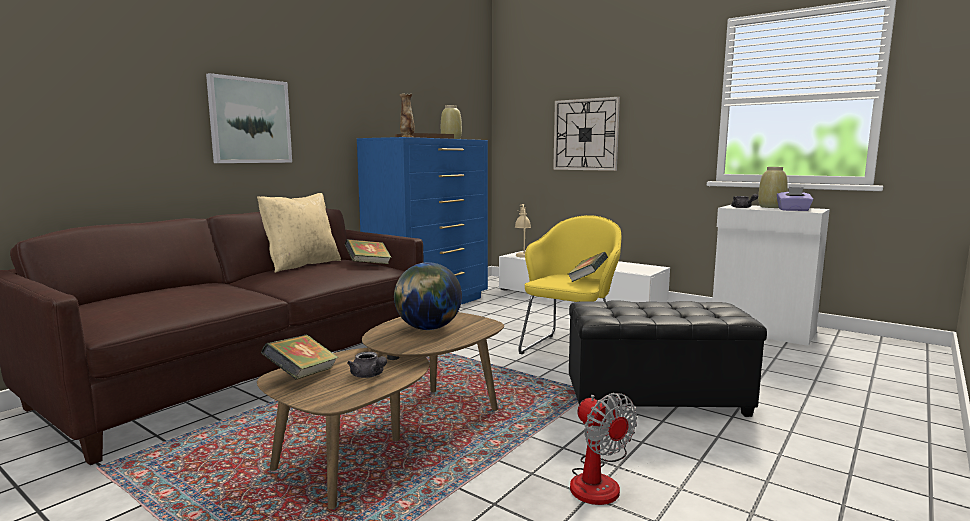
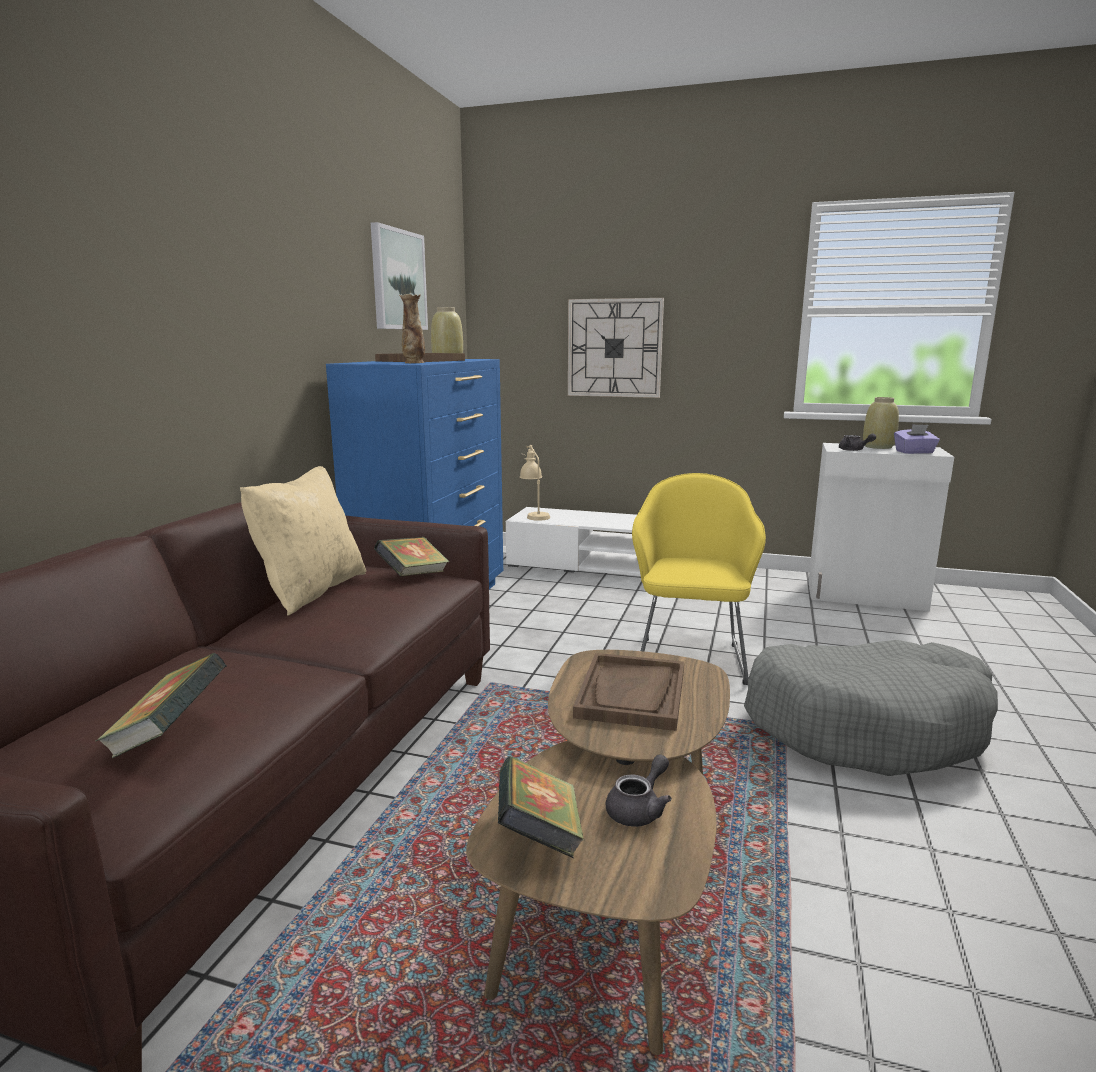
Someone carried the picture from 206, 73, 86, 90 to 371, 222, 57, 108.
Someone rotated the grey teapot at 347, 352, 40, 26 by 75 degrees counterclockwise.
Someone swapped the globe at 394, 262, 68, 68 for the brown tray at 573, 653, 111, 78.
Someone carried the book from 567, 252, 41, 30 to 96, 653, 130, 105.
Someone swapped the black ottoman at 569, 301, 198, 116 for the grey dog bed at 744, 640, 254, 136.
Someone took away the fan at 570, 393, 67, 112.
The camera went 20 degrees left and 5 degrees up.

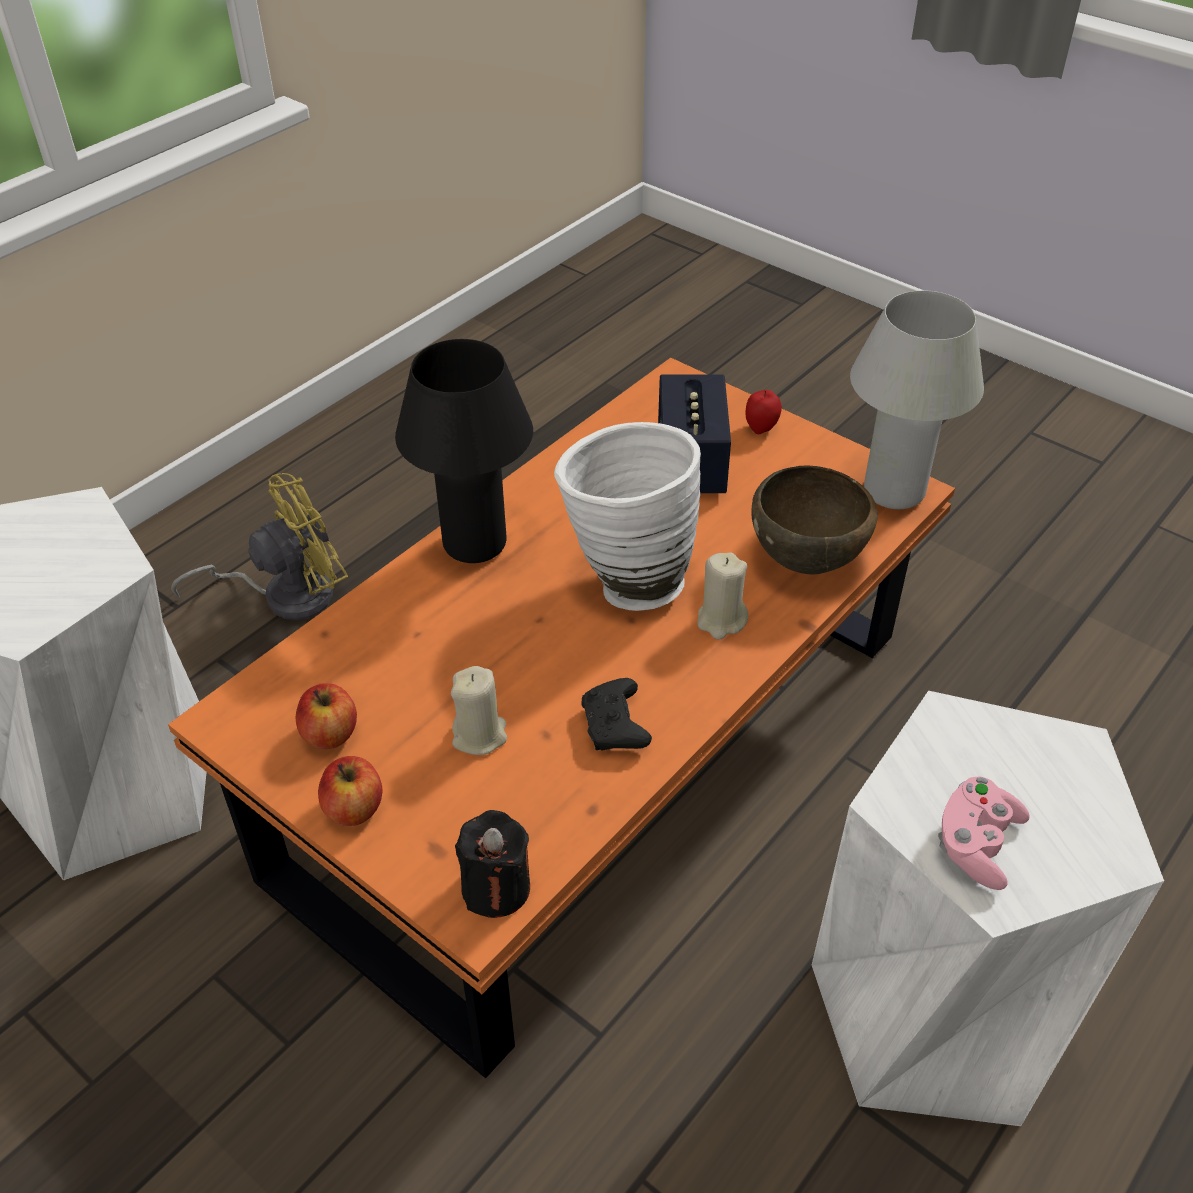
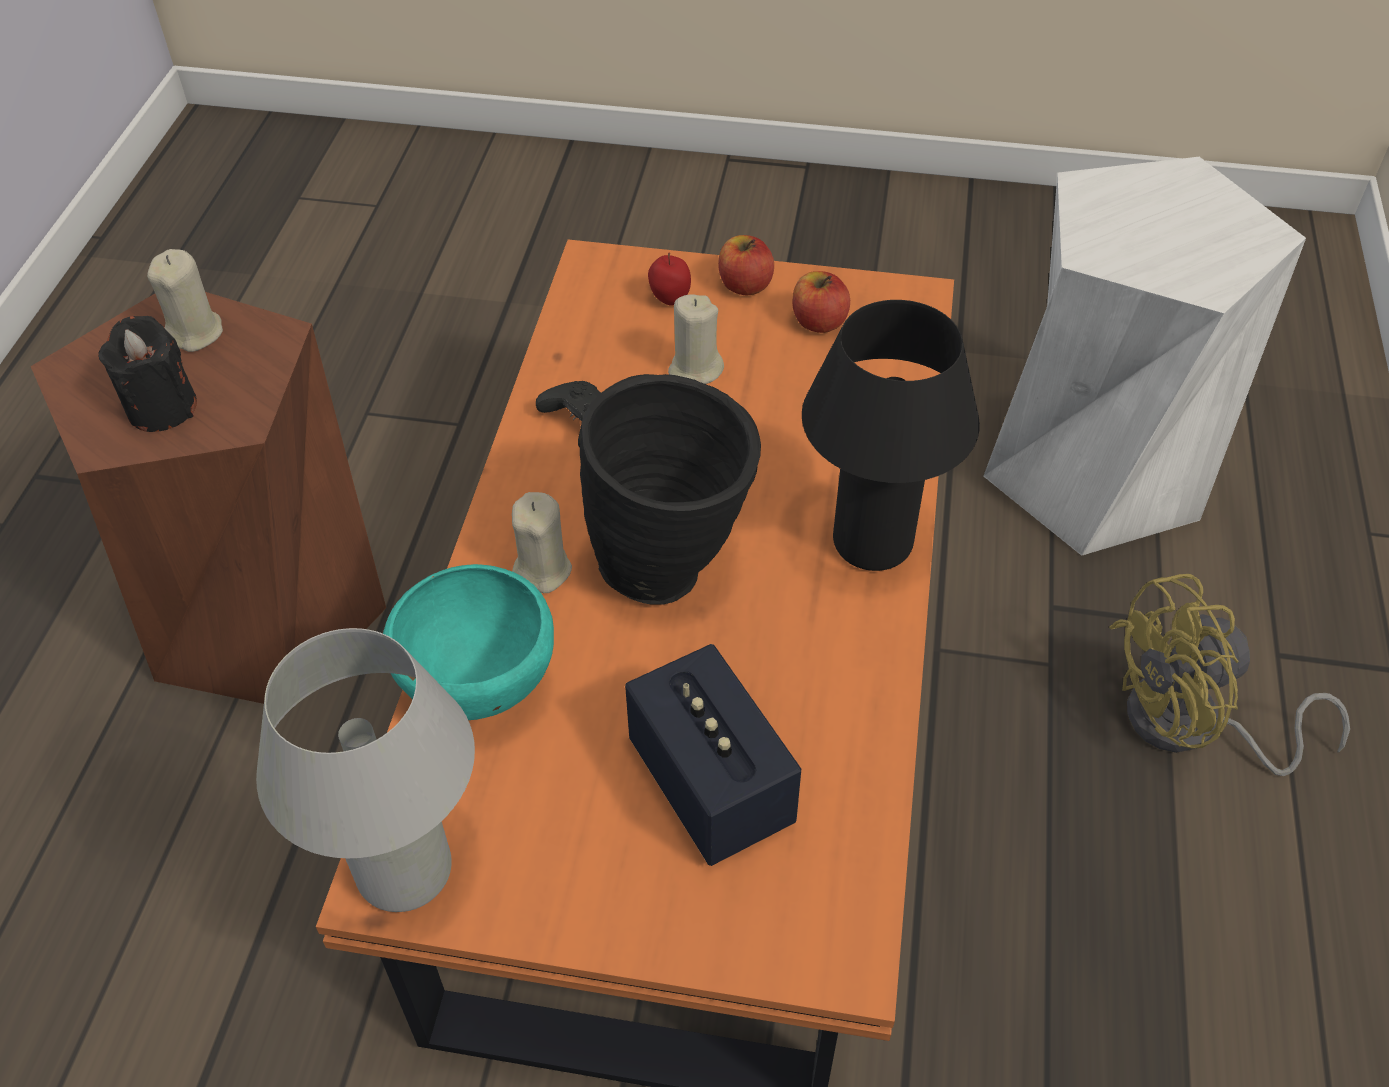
Someone rotated the yellow fan at 171, 473, 177, 147 by 45 degrees clockwise.
Someone carried the black candle from 455, 810, 75, 108 to 98, 316, 99, 116.
Someone repainted the white vase at 554, 422, 147, 189, which became the black vase at 580, 374, 181, 230.
Someone carried the apple from 746, 390, 36, 44 to 648, 253, 43, 53.
Someone repainted the brown bowl at 751, 465, 127, 110, which became the turquoise bowl at 383, 564, 171, 156.
Someone repainted the white stool at 812, 691, 352, 435, which became the brown stool at 31, 292, 355, 412.
Someone swapped the pink game controller at 938, 776, 92, 114 for the beige candle at 147, 249, 76, 103.
The camera went 150 degrees right and 5 degrees up.

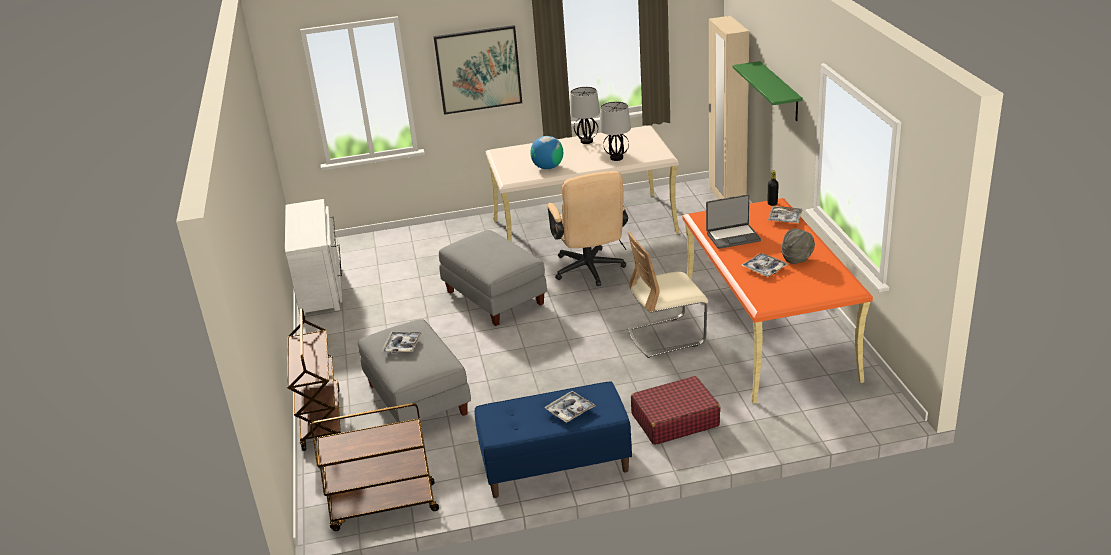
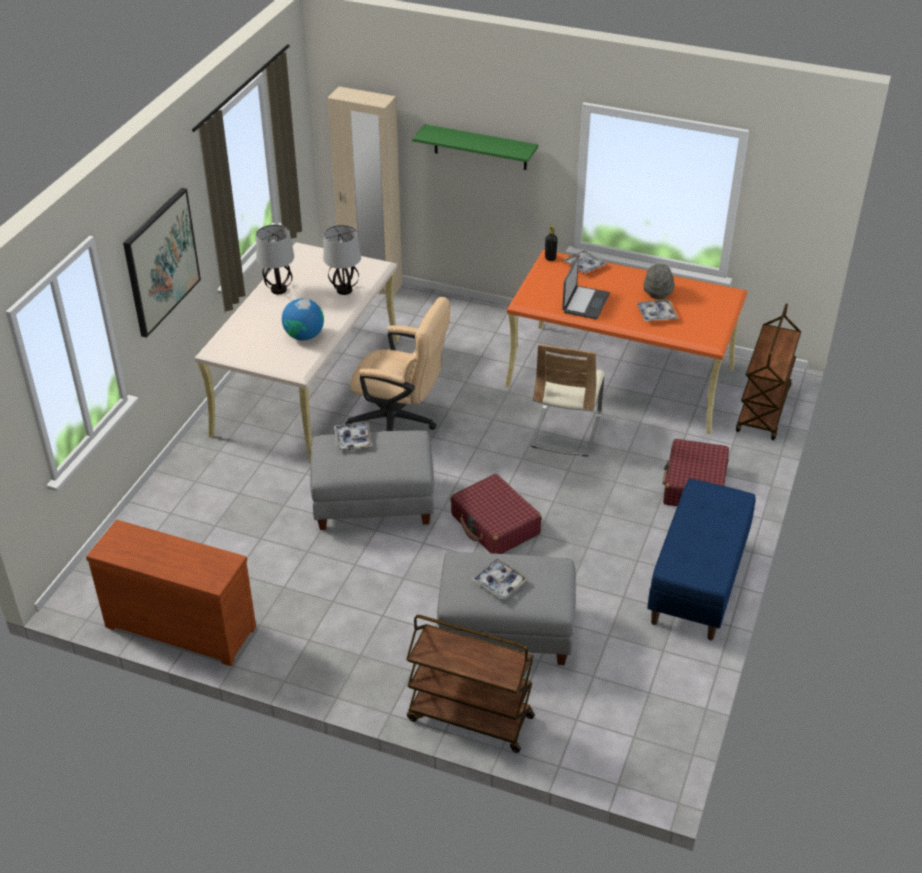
Someone repainted the white dresser at 285, 199, 57, 117, which became the brown dresser at 86, 520, 170, 146.
Someone carried the brown cart from 311, 403, 128, 128 to 736, 304, 65, 136.
Someone carried the tray from 545, 391, 51, 32 to 334, 422, 37, 28.
Someone put down the red suitcase at 450, 474, 92, 80.
The camera went 60 degrees left and 10 degrees up.

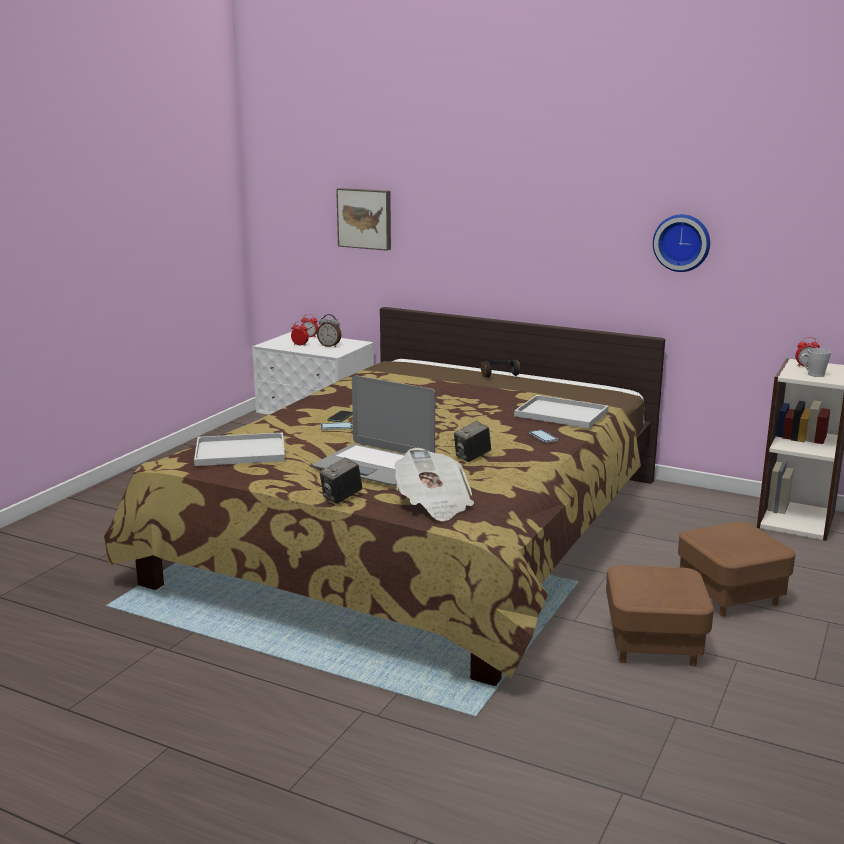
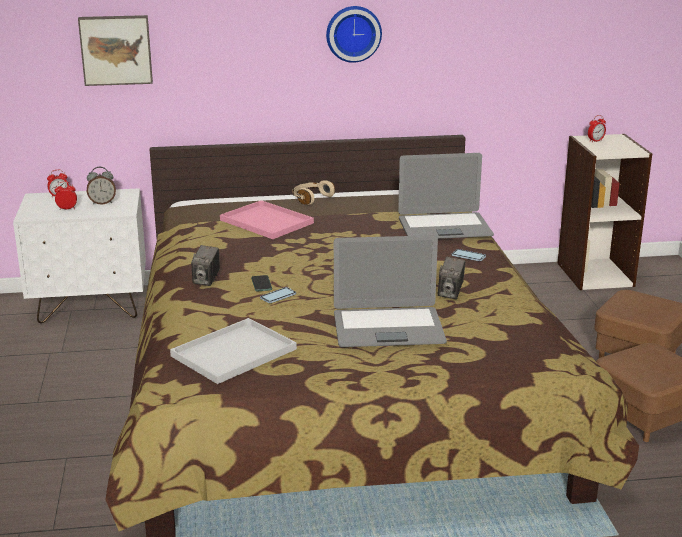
Someone carried the photo camera from 320, 457, 42, 47 to 191, 245, 29, 41.
Someone took away the newspaper at 394, 448, 80, 74.
Someone repainted the black headphones at 481, 359, 39, 19, which became the beige headphones at 292, 180, 43, 25.
Someone swapped the white tray at 514, 395, 95, 33 for the laptop at 398, 153, 96, 86.
Someone carried the wall clock from 653, 214, 57, 58 to 326, 6, 56, 57.
Someone took away the grey mug at 801, 348, 30, 29.
Someone put down the pink tray at 220, 200, 94, 39.
The camera went 35 degrees left and 5 degrees up.

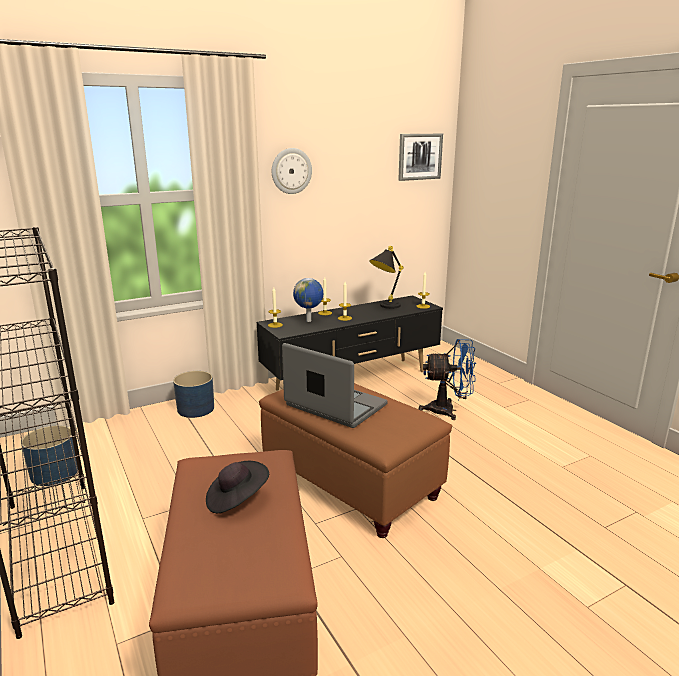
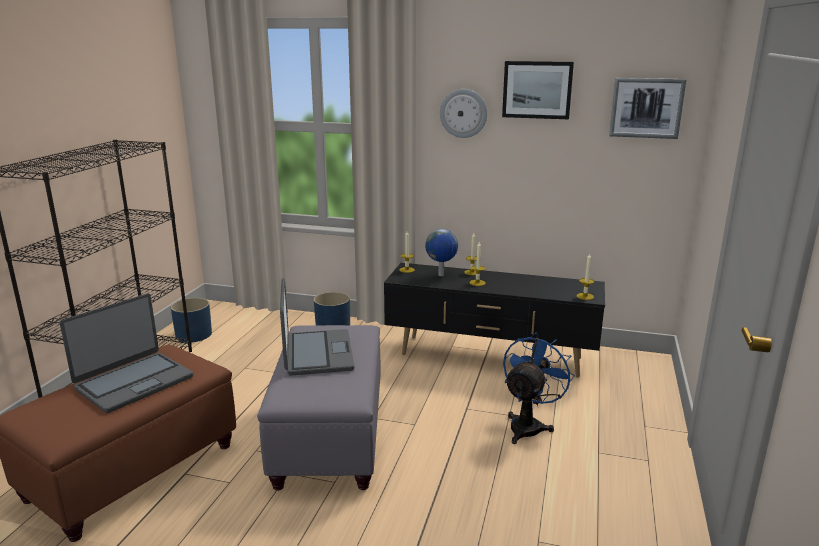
Someone swapped the black hat at 206, 461, 63, 52 for the laptop at 60, 293, 134, 120.
Someone repainted the brown ottoman at 259, 383, 193, 155, which became the grey ottoman at 257, 325, 123, 166.
Someone took away the black table lamp at 369, 246, 34, 63.
Someone rotated the blue fan at 419, 339, 57, 81 by 105 degrees counterclockwise.
Someone put up the picture at 502, 61, 72, 58.
The camera went 45 degrees right and 0 degrees up.

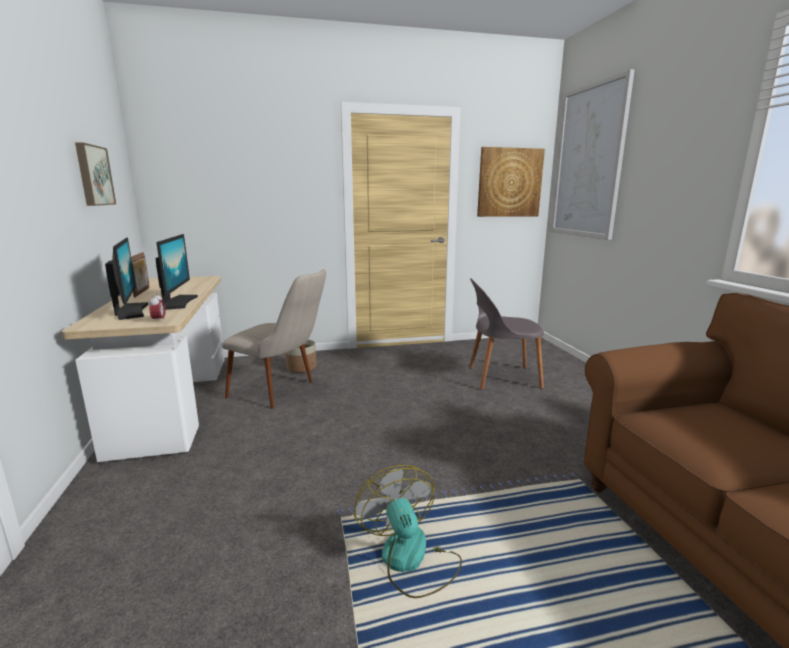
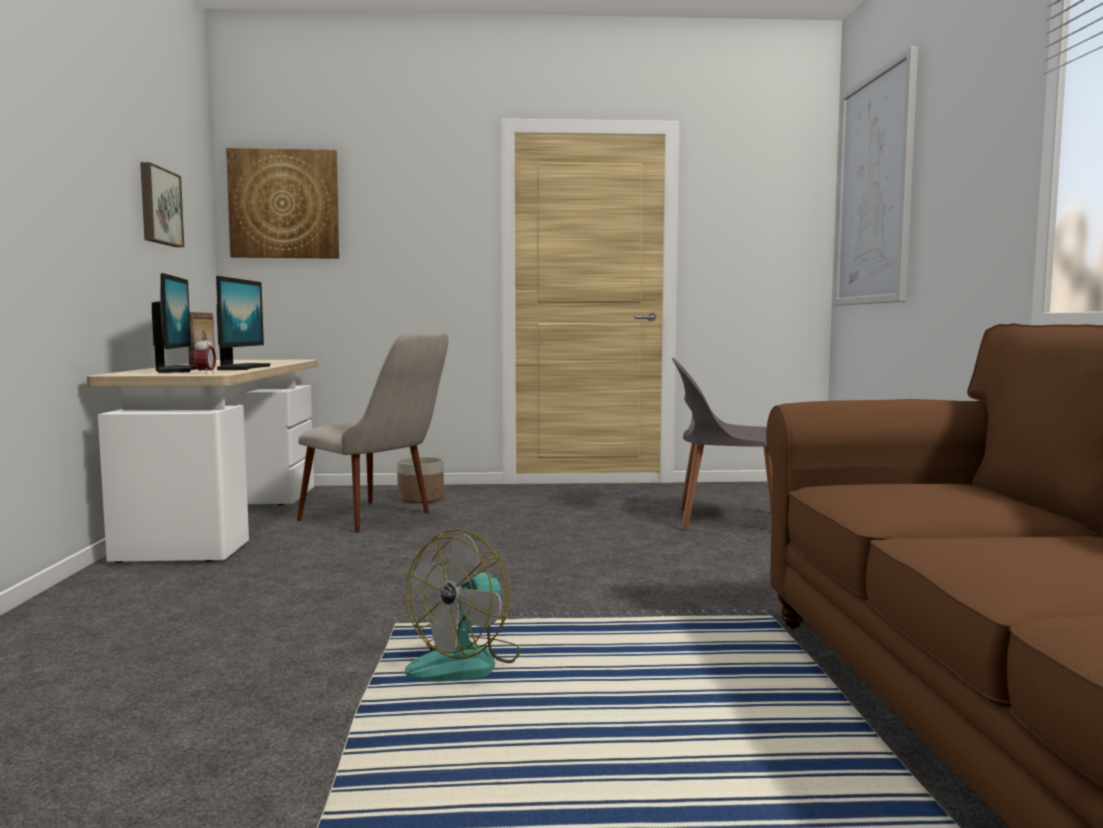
Someone rotated the fan at 354, 465, 108, 133 by 135 degrees counterclockwise.
Someone carried the picture from 477, 147, 68, 70 to 226, 148, 113, 111.
The camera went 10 degrees right and 10 degrees down.

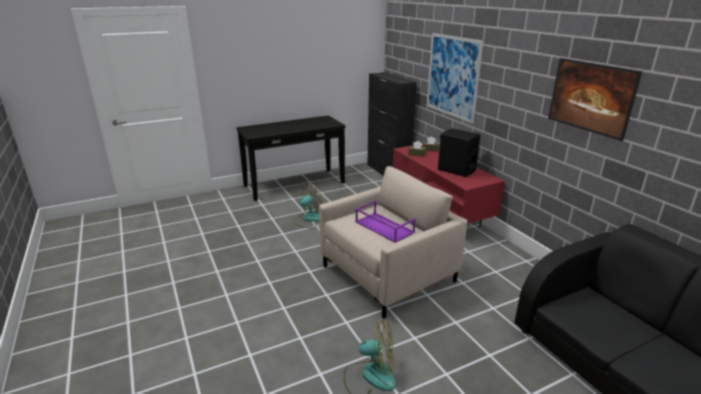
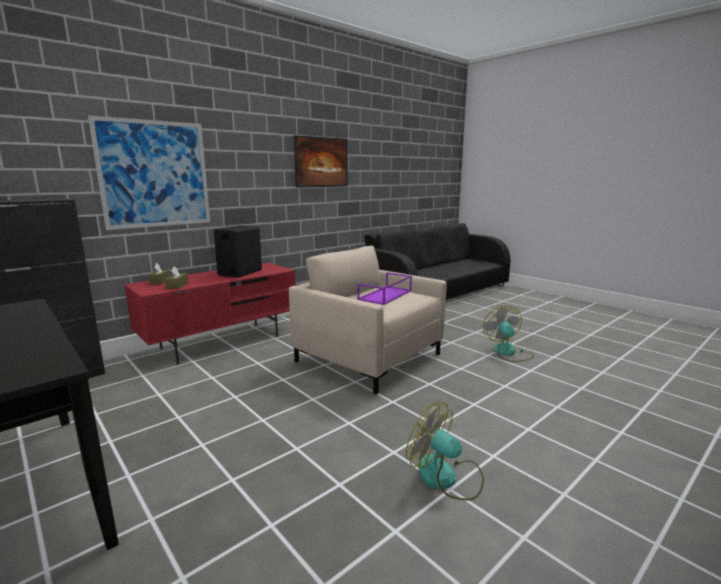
Someone carried the fan from 293, 183, 31, 45 to 406, 402, 78, 99.
The camera went 105 degrees left and 10 degrees down.

